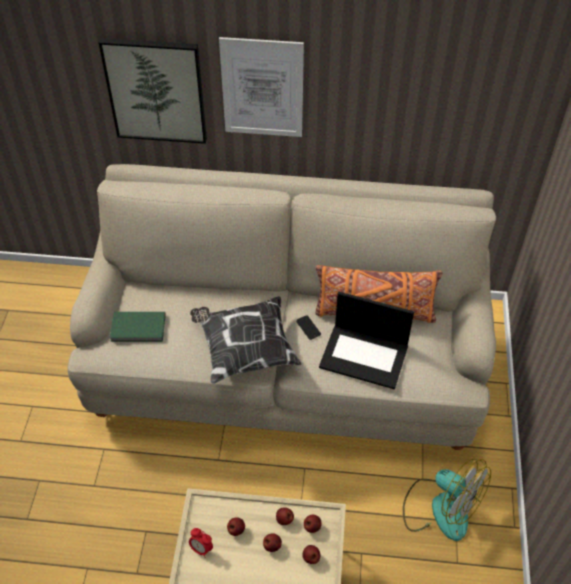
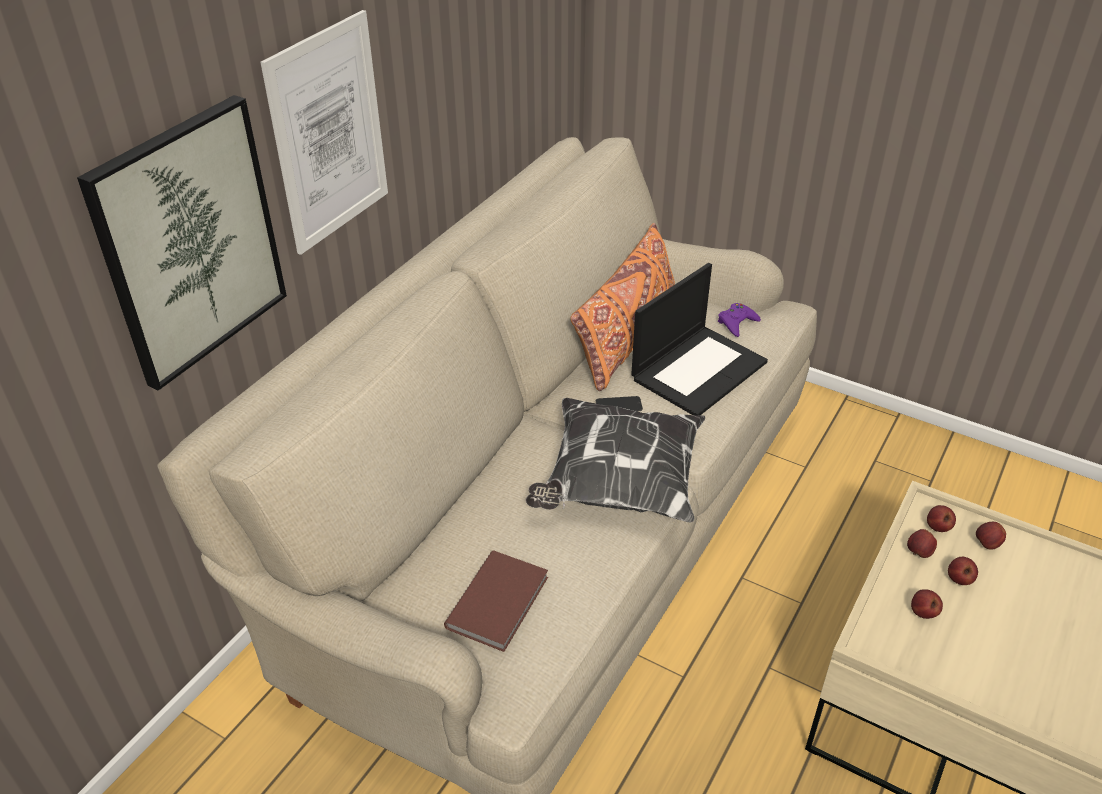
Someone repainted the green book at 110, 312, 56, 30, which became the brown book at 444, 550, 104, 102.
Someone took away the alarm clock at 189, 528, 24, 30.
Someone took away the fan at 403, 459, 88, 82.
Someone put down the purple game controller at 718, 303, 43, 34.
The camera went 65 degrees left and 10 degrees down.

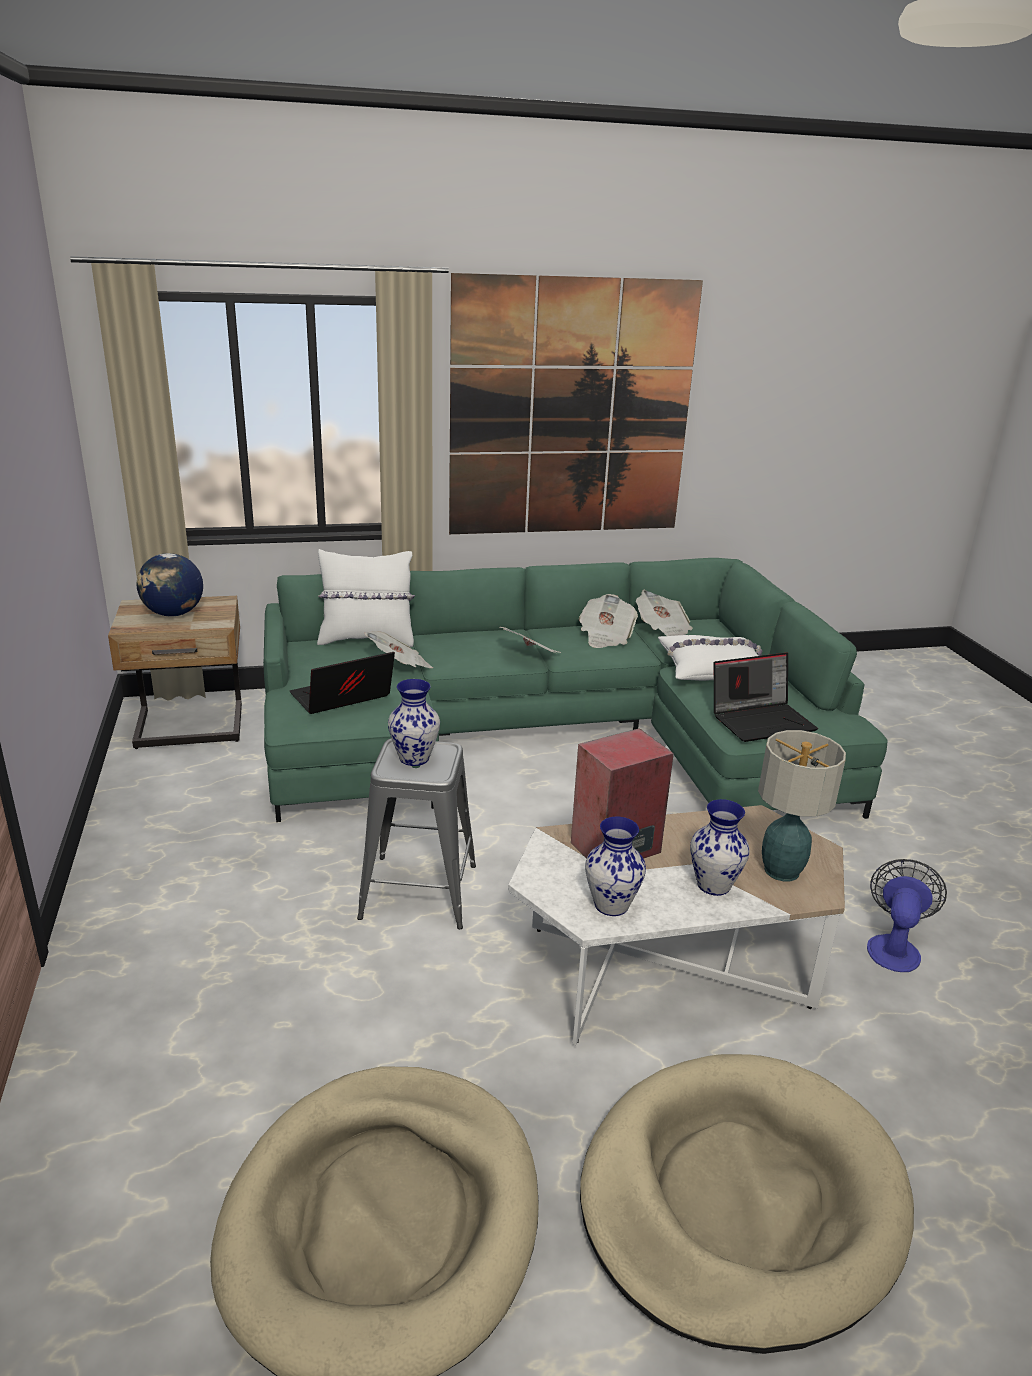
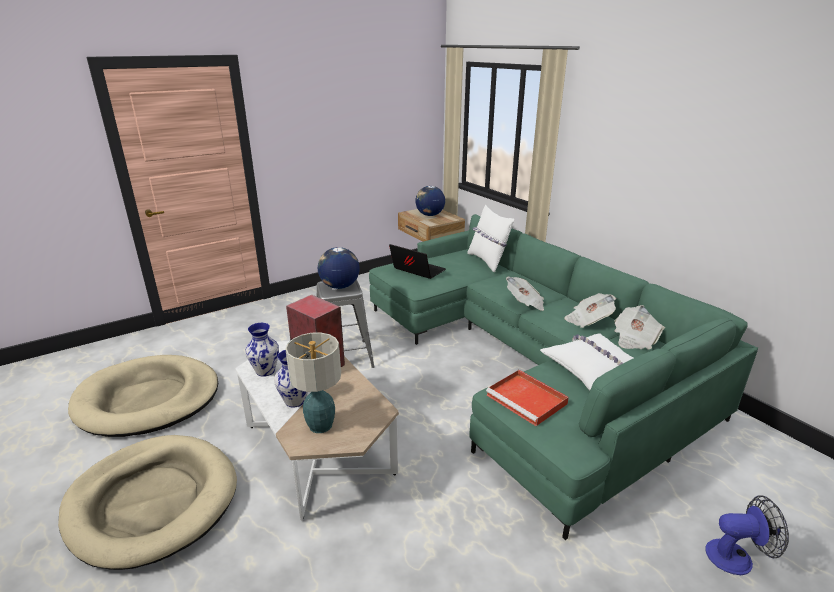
Someone took away the newspaper at 364, 631, 69, 37.
Someone swapped the vase at 388, 679, 52, 87 for the globe at 318, 247, 42, 42.
Someone took away the picture at 449, 273, 254, 261.
Someone swapped the laptop at 714, 653, 104, 89 for the red tray at 486, 370, 83, 56.
Someone carried the fan from 867, 859, 80, 113 to 705, 495, 84, 80.
The camera went 70 degrees right and 0 degrees up.

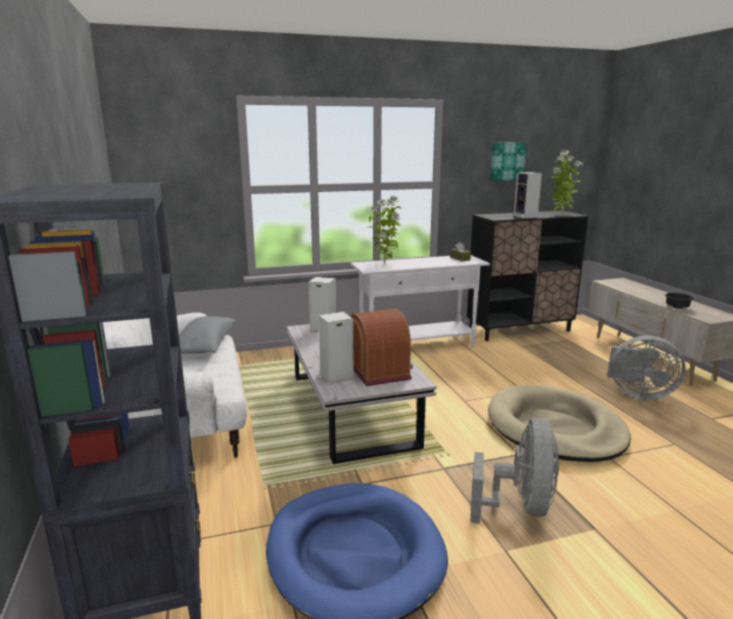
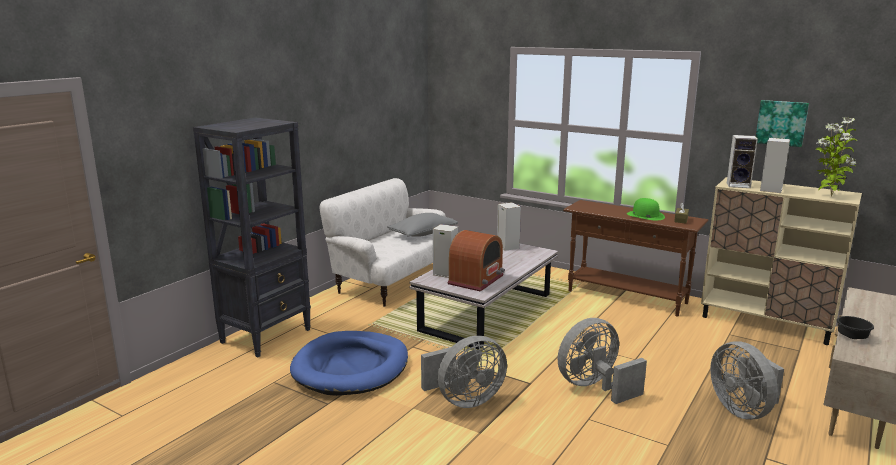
Someone repainted the white console table at 350, 255, 140, 92, which became the brown console table at 563, 200, 145, 117.
Someone took away the potted plant at 367, 195, 34, 69.
Someone repainted the black cabinet at 467, 211, 122, 130, which became the beige cabinet at 701, 177, 161, 168.
Someone swapped the beige dog bed at 488, 385, 143, 77 for the grey fan at 558, 318, 89, 86.
Someone put down the green hat at 627, 198, 38, 22.
Someone put down the speaker at 727, 135, 31, 53.
The camera went 50 degrees right and 0 degrees up.

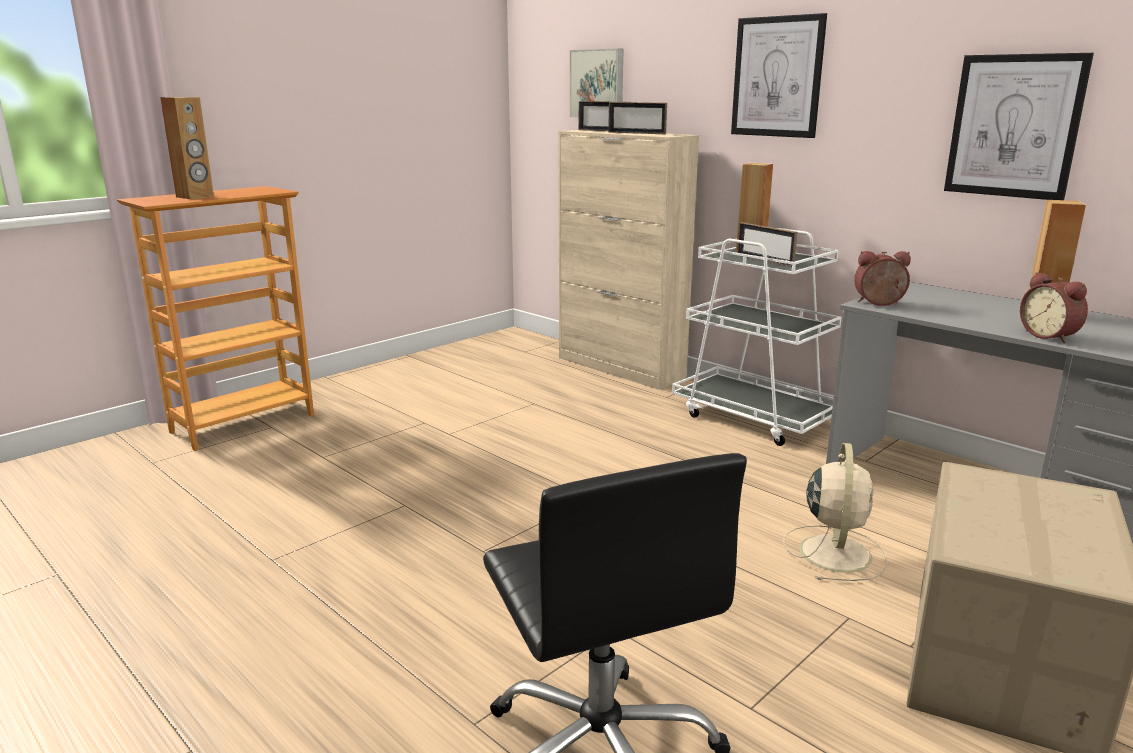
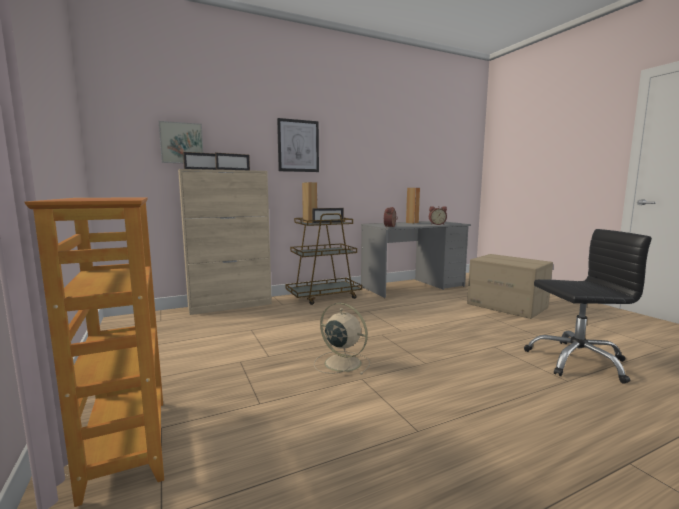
Someone took away the brown speaker at 160, 97, 54, 102.
Someone repainted the white cart at 672, 228, 170, 218, which became the brown cart at 285, 213, 77, 92.
Someone carried the beige fan from 783, 443, 105, 138 to 314, 303, 56, 72.
Someone took away the picture at 944, 53, 150, 147.
The camera went 70 degrees left and 10 degrees down.

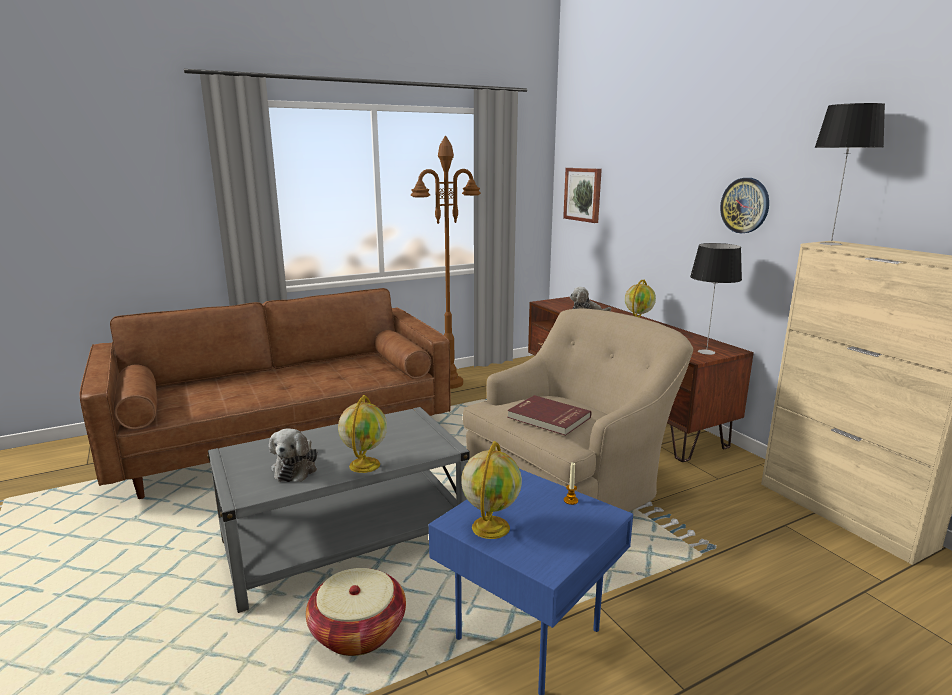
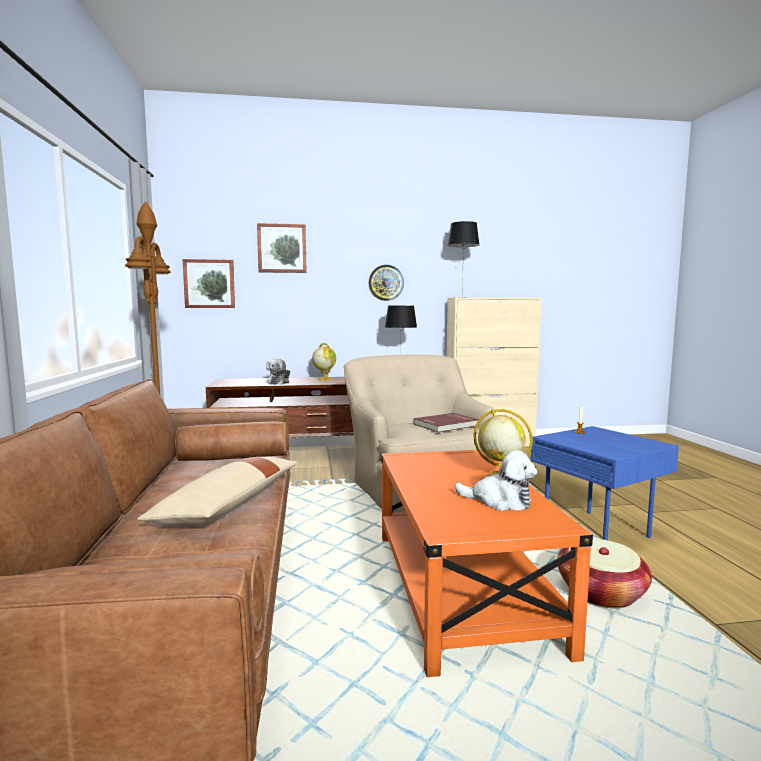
Someone repainted the grey coffee table at 207, 407, 263, 206, which became the orange coffee table at 380, 450, 213, 227.
Someone took away the globe at 461, 441, 61, 98.
Someone put down the beige pillow at 137, 457, 161, 67.
Someone put up the picture at 257, 223, 50, 50.
The camera went 70 degrees left and 10 degrees down.

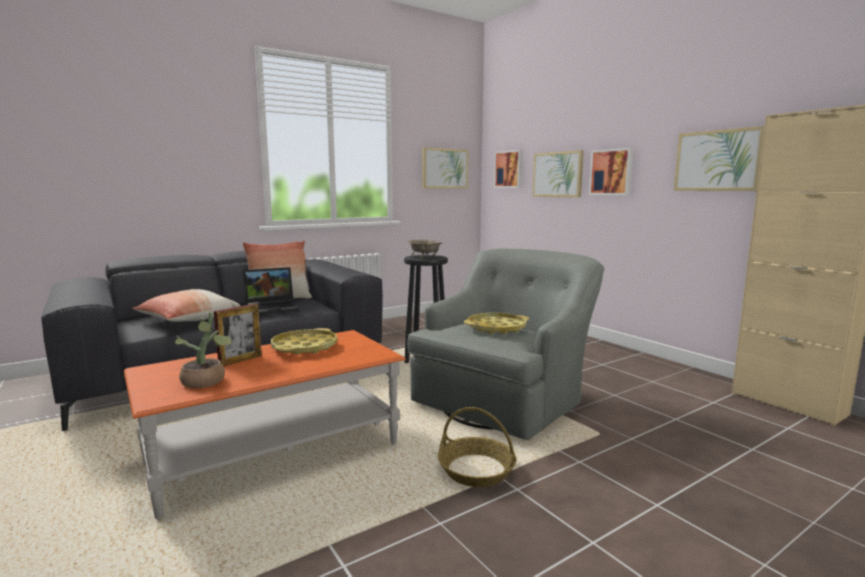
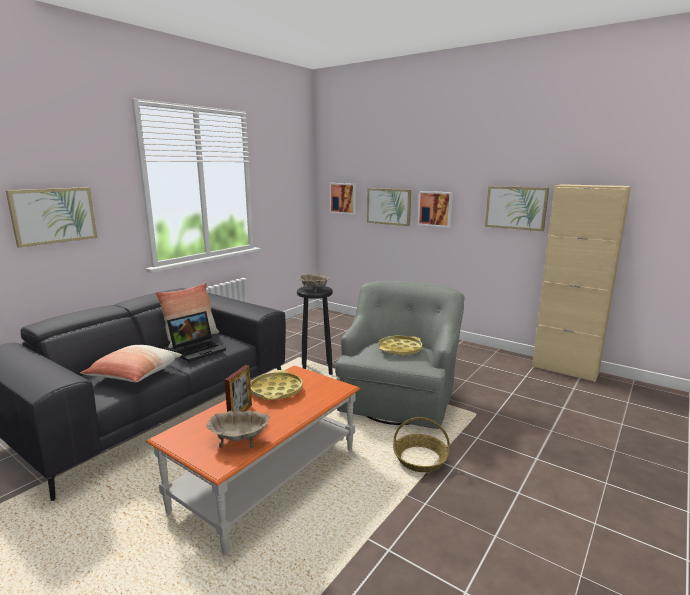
Someone swapped the potted plant at 175, 312, 58, 76 for the beige bowl at 207, 410, 62, 38.
Someone carried the picture from 422, 147, 47, 42 to 6, 187, 91, 61.
The camera went 20 degrees left and 5 degrees up.

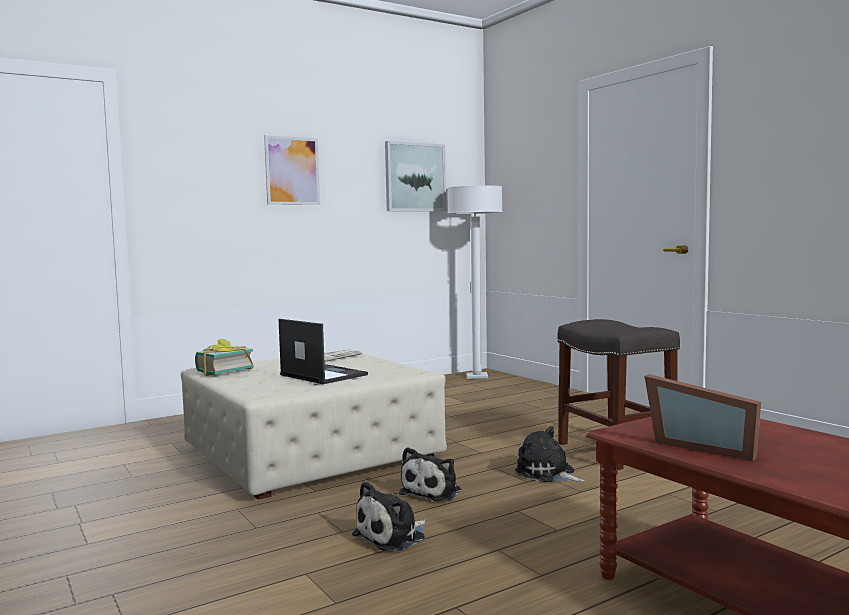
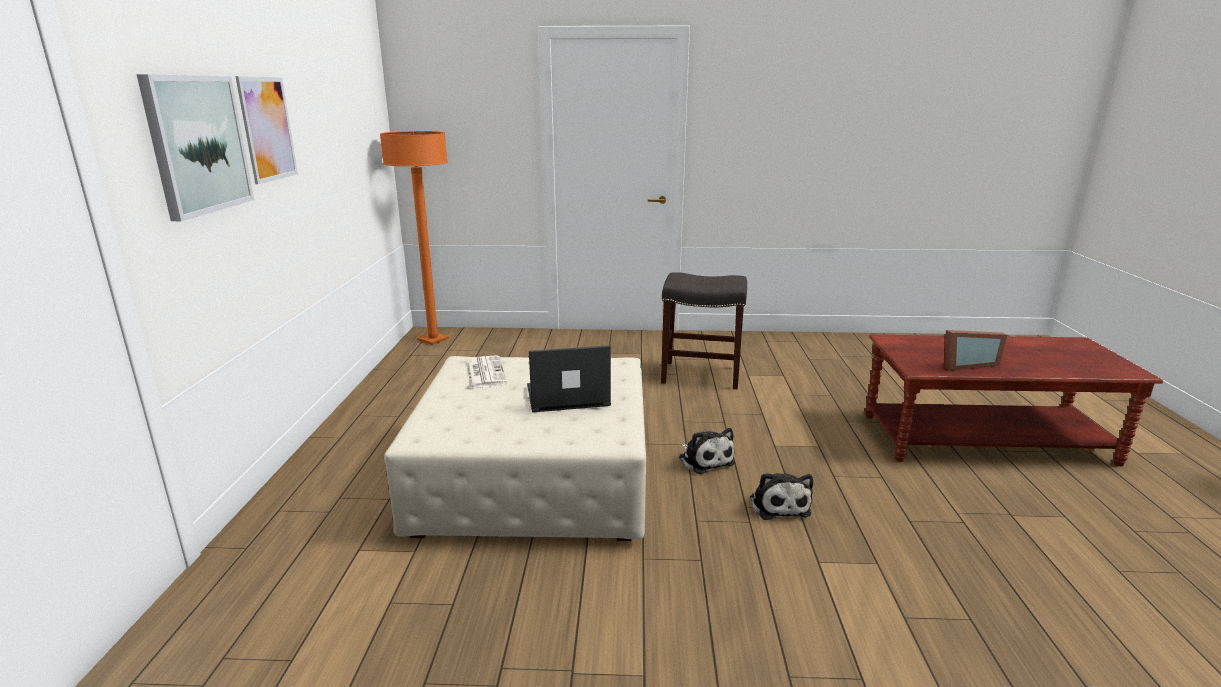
Someone took away the book at 195, 339, 59, 37.
Someone carried the picture from 385, 141, 61, 70 to 137, 74, 117, 147.
Someone repainted the white floor lamp at 447, 185, 56, 194, which became the orange floor lamp at 380, 131, 69, 214.
Someone took away the plush toy at 515, 426, 69, 56.
The camera went 55 degrees left and 15 degrees up.

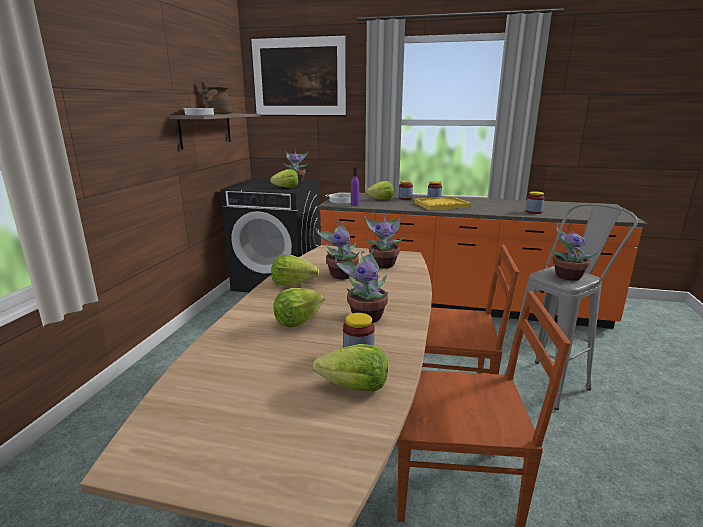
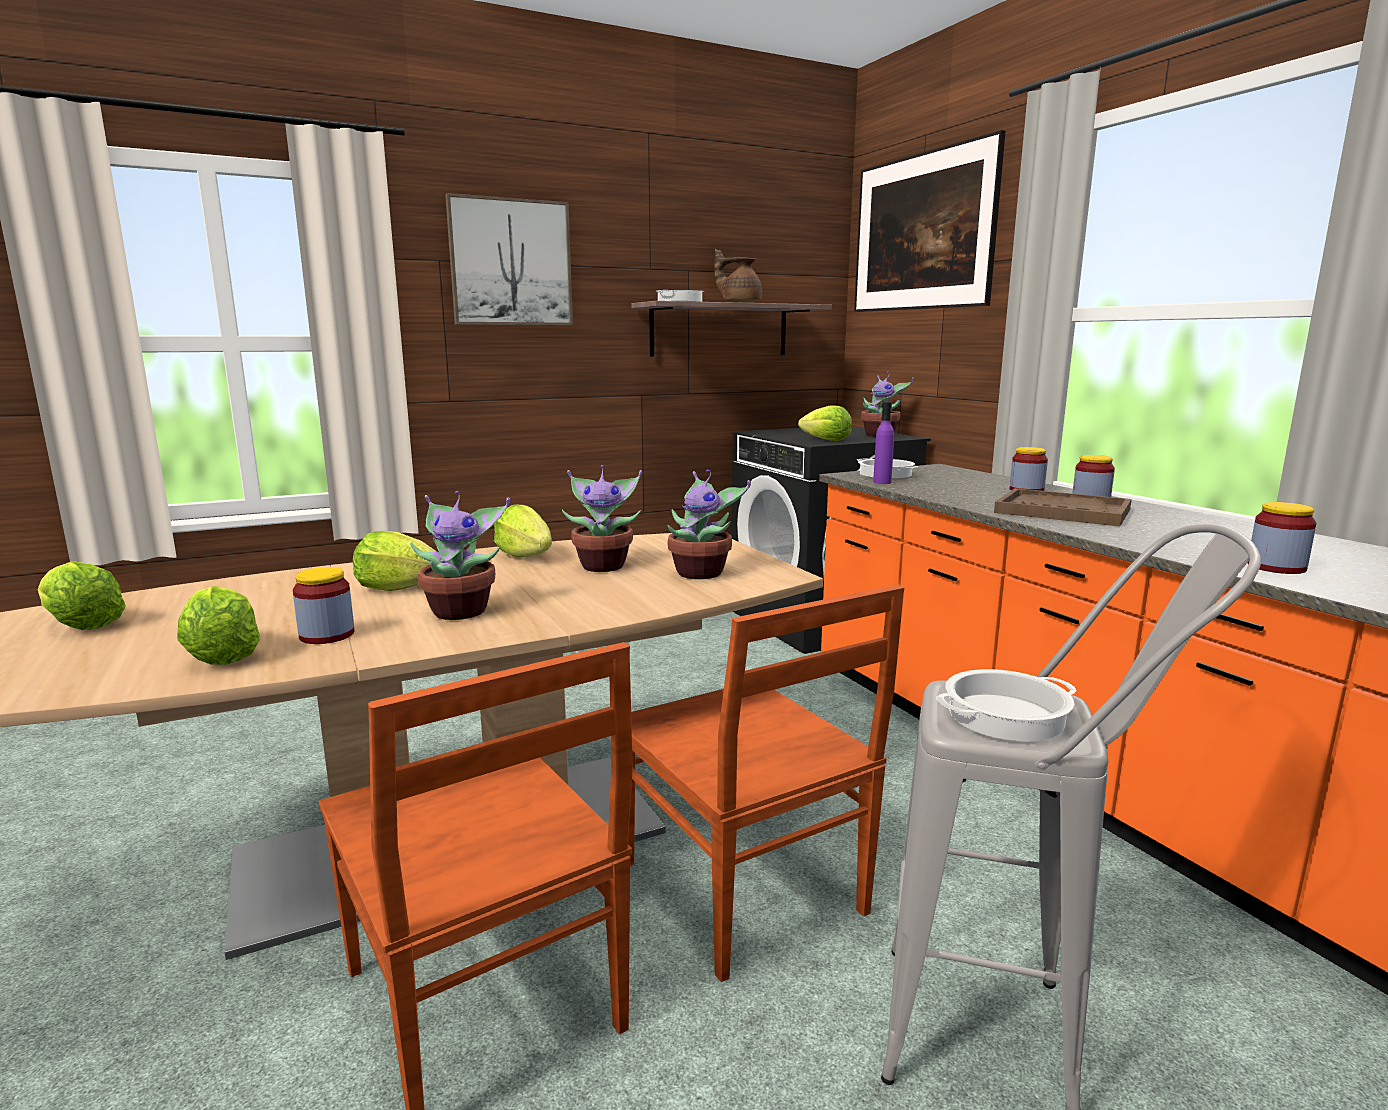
Someone carried the lettuce from 365, 181, 29, 19 to 38, 561, 88, 69.
Someone repainted the yellow tray at 414, 196, 57, 14, which became the brown tray at 994, 488, 138, 38.
Someone swapped the potted plant at 550, 223, 48, 58 for the cooking pot at 936, 669, 141, 72.
Someone put up the picture at 445, 193, 128, 132.
The camera went 50 degrees right and 5 degrees down.

